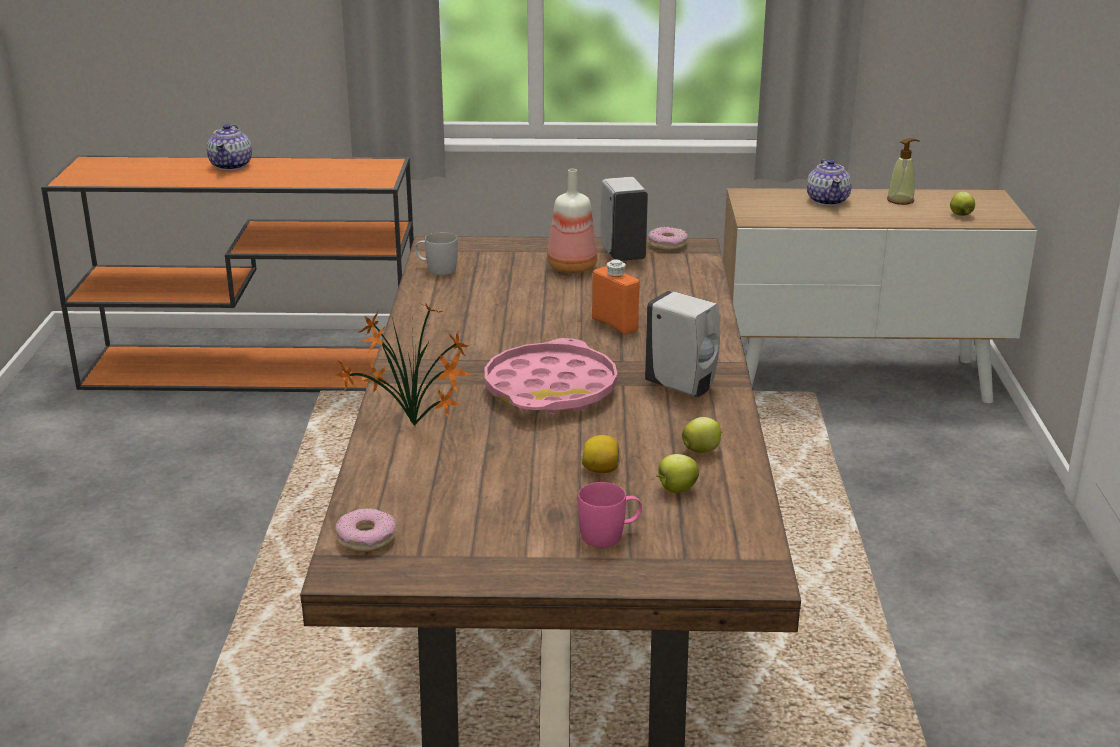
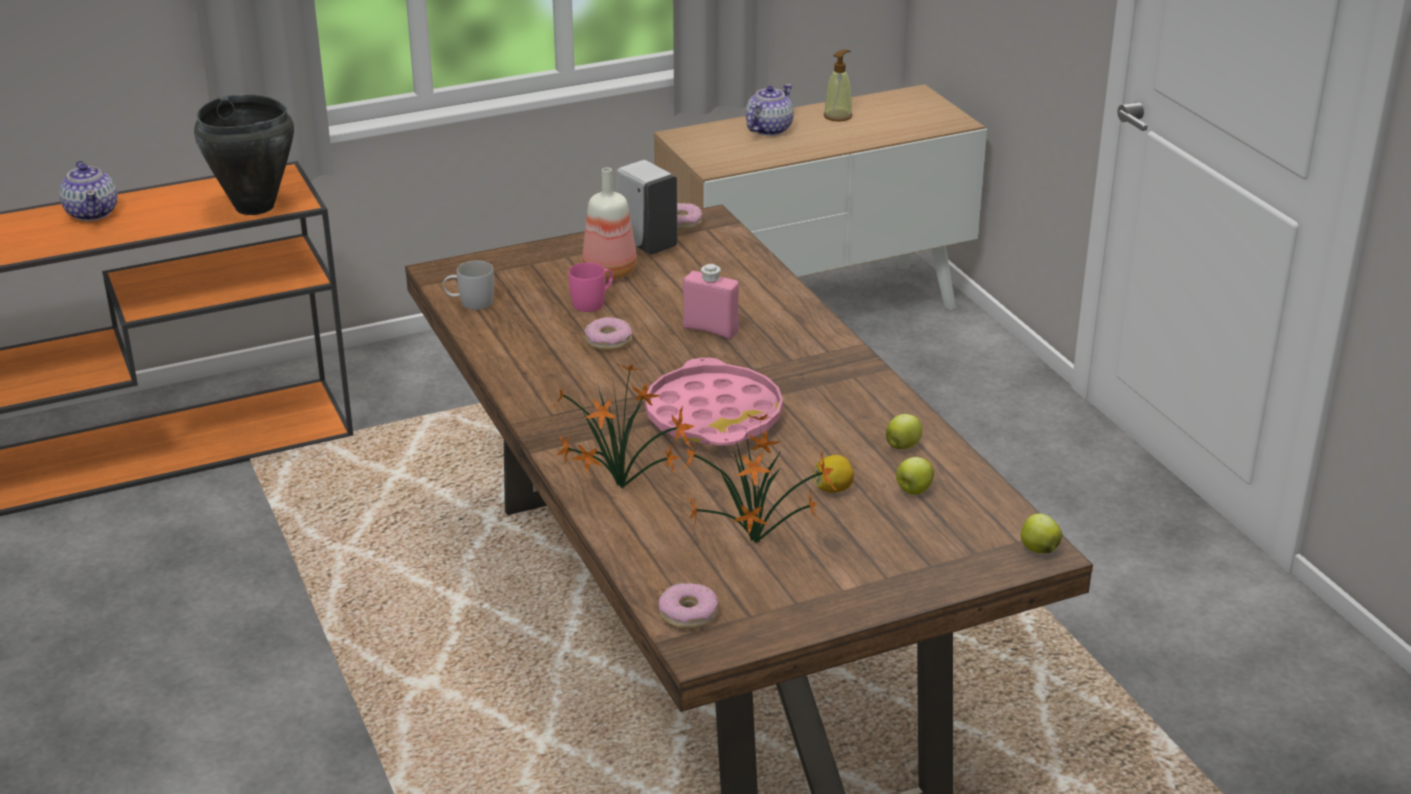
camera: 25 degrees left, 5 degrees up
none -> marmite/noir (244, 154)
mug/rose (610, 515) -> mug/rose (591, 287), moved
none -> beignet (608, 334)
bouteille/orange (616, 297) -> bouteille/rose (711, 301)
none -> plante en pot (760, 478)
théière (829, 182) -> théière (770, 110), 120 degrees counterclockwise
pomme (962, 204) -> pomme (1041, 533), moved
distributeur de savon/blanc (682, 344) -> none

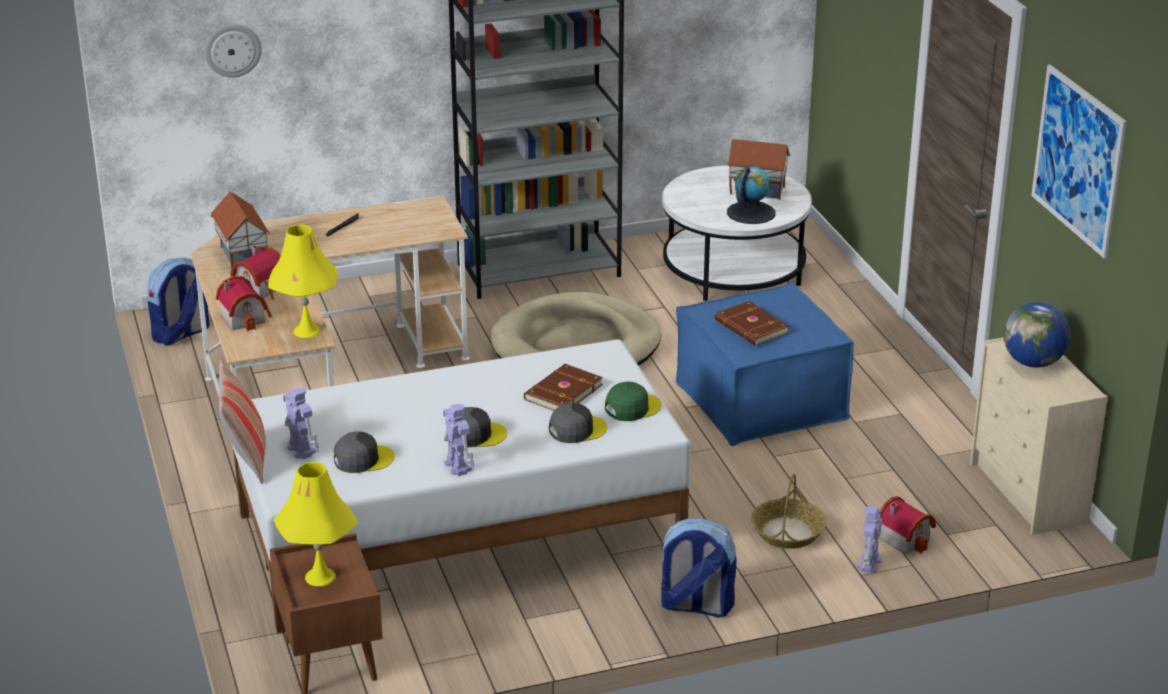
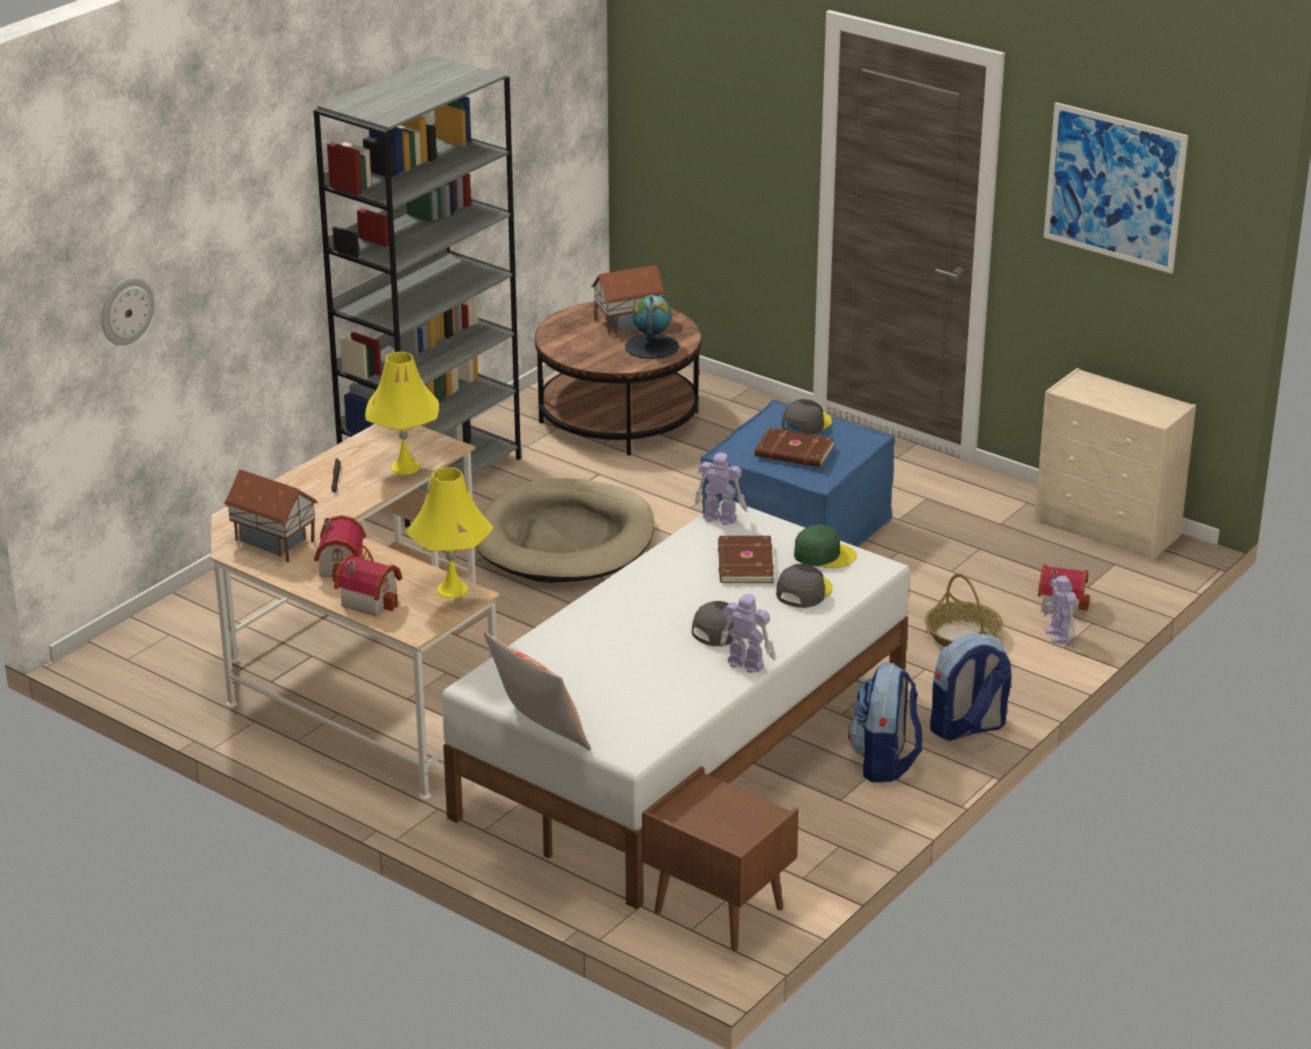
camera: 35 degrees left, 0 degrees up
lampe de table/jaune (316, 524) -> lampe de table/jaune (402, 413), moved
table basse/blanc (737, 233) -> table basse/marron (618, 378)
robot jouet (301, 423) -> robot jouet (721, 488), moved
casquette/gris (364, 452) -> casquette/gris (806, 417), moved
casquette/vert (633, 401) -> casquette/vert (825, 546), 75 degrees clockwise
sac à dos (178, 301) -> sac à dos (885, 722), moved
globe (1036, 335) -> none

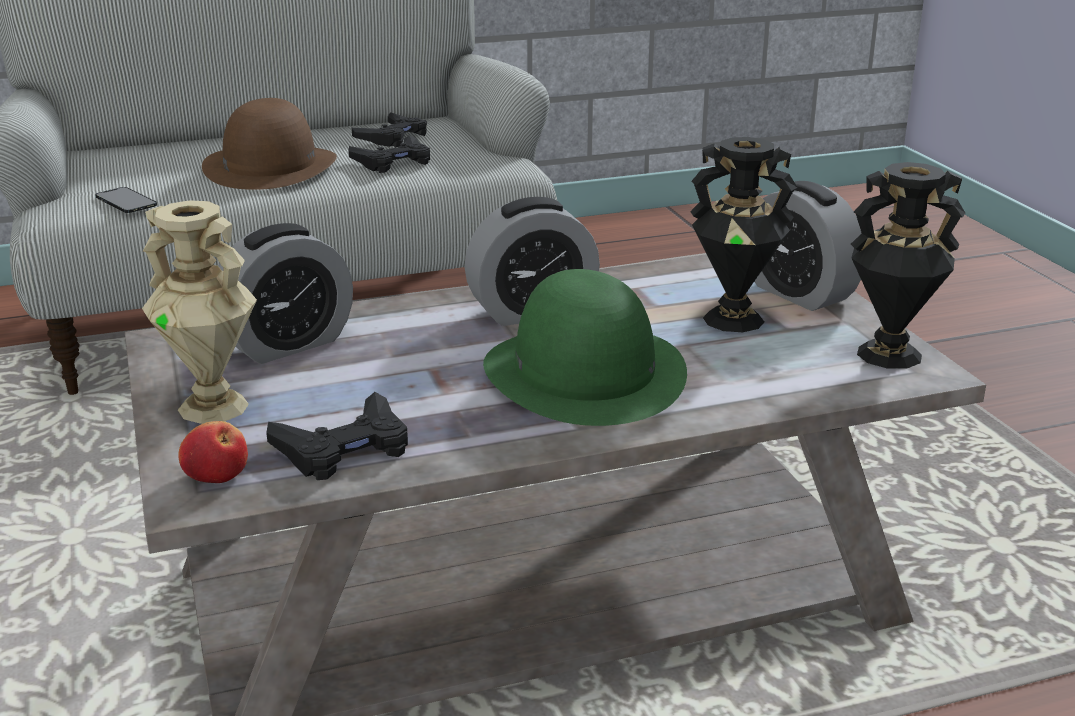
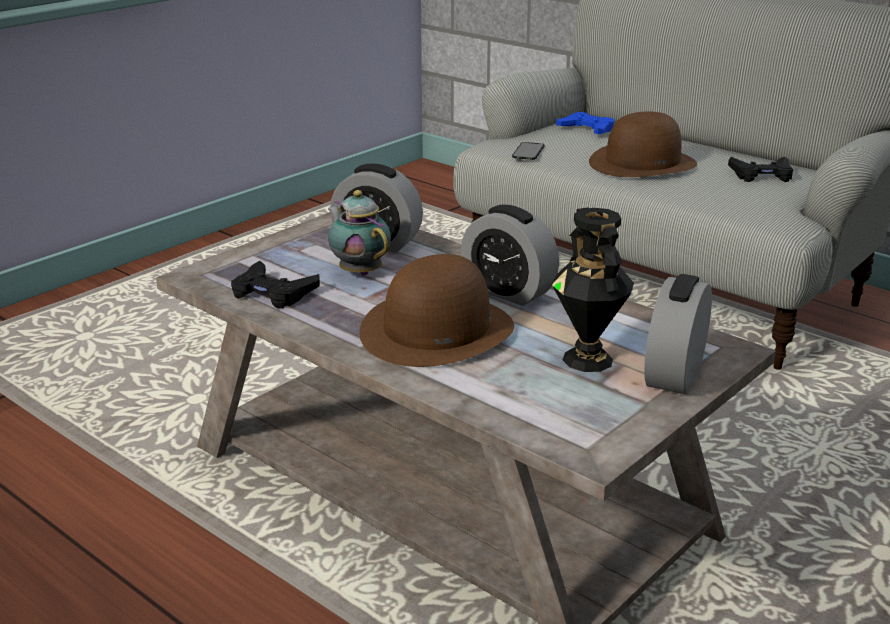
camera: 60 degrees right, 0 degrees up
none -> théière (359, 233)
chapeau/vert (585, 347) -> chapeau/marron (437, 310)
none -> manette/bleu (585, 123)
vase/beige (199, 312) -> none
pomme (213, 452) -> none
manette/noir (389, 154) -> none
vase/noir (908, 265) -> none

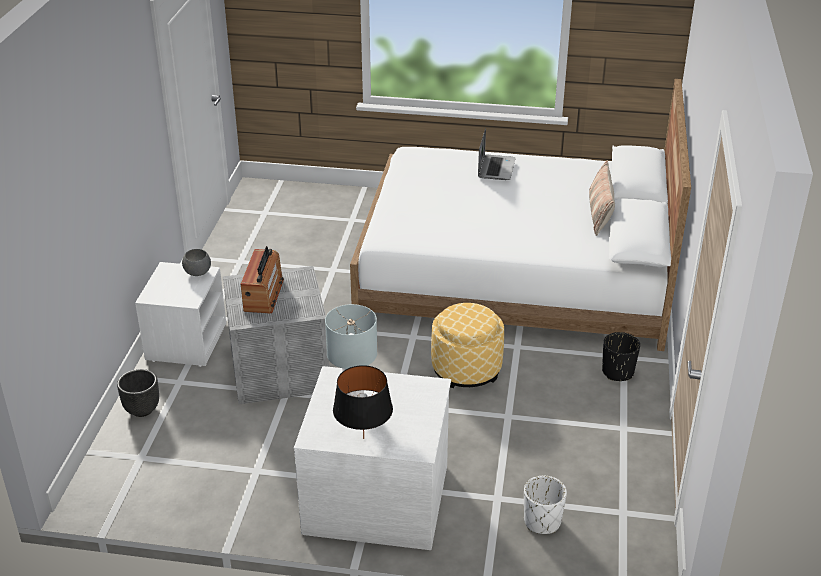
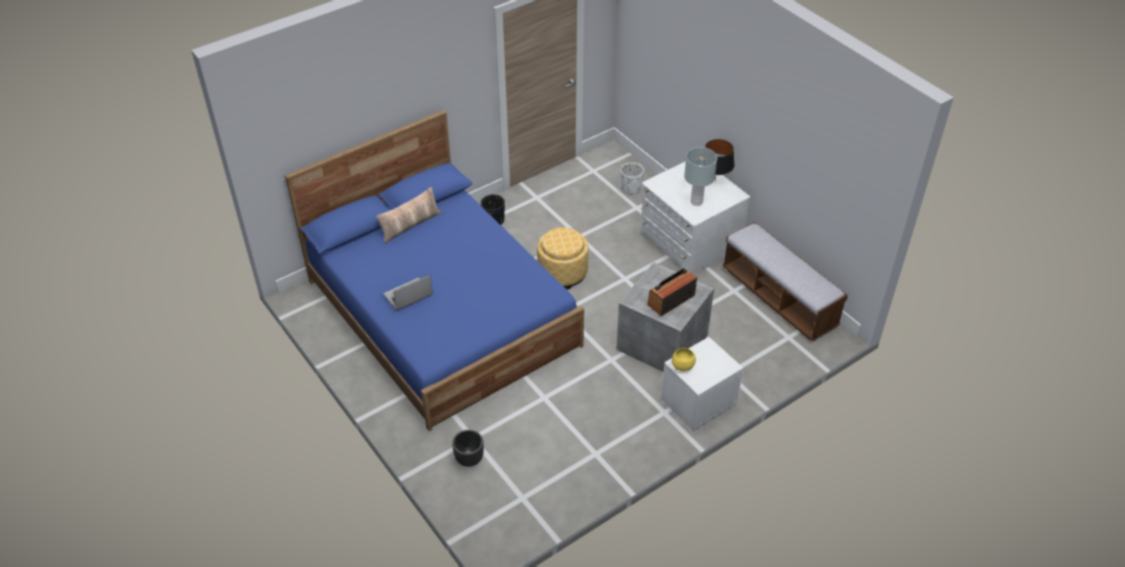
camera: 135 degrees left, 10 degrees up
lit/blanc (520, 215) -> lit/bleu (434, 270)
cache-pot/noir (138, 393) -> cache-pot/noir (468, 448), moved
bol/gris (196, 262) -> bol/jaune (684, 359)
none -> banc (785, 281)

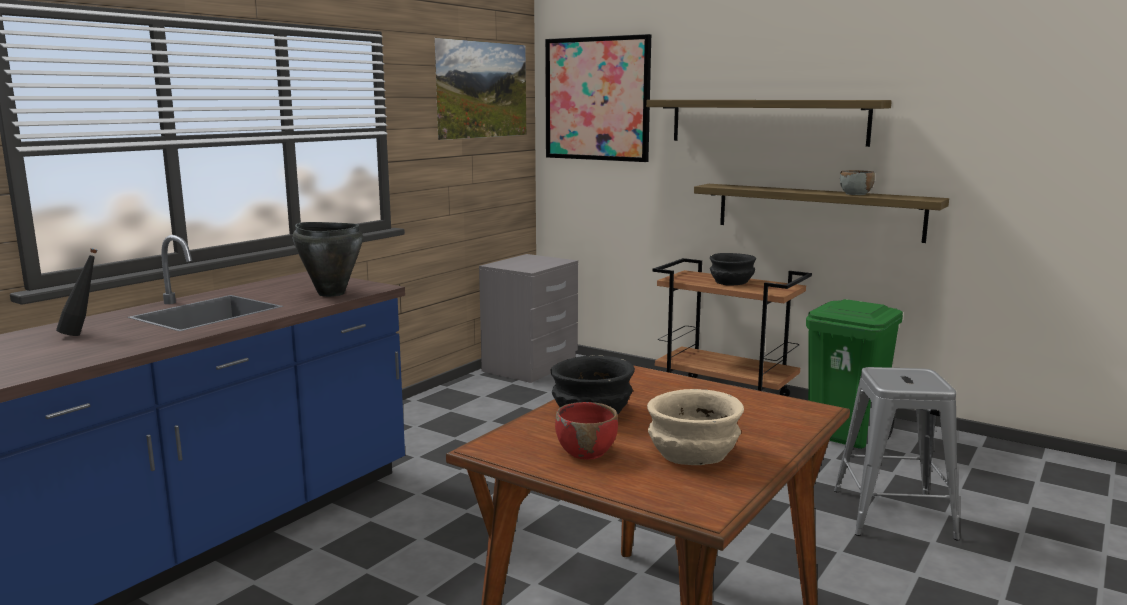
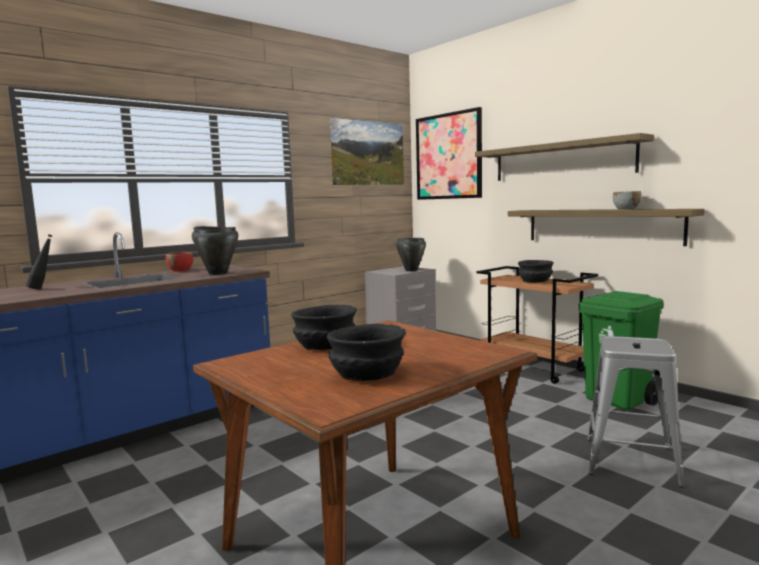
camera: 15 degrees right, 5 degrees down
bol/rouge (586, 430) -> bol/rouge (179, 262), moved
bol/beige (695, 427) -> bol/noir (366, 352)
none -> marmite/noir (411, 254)

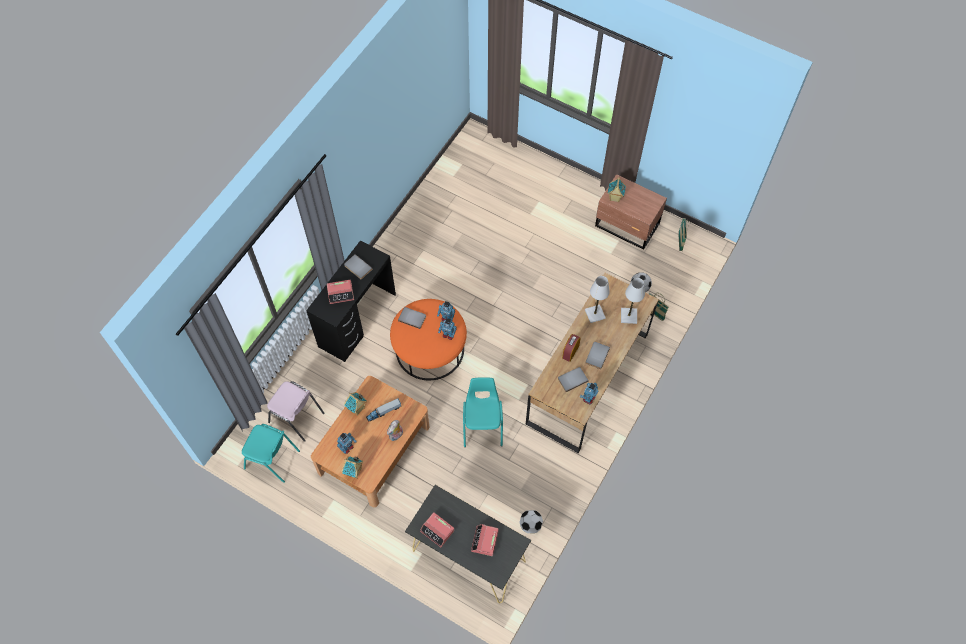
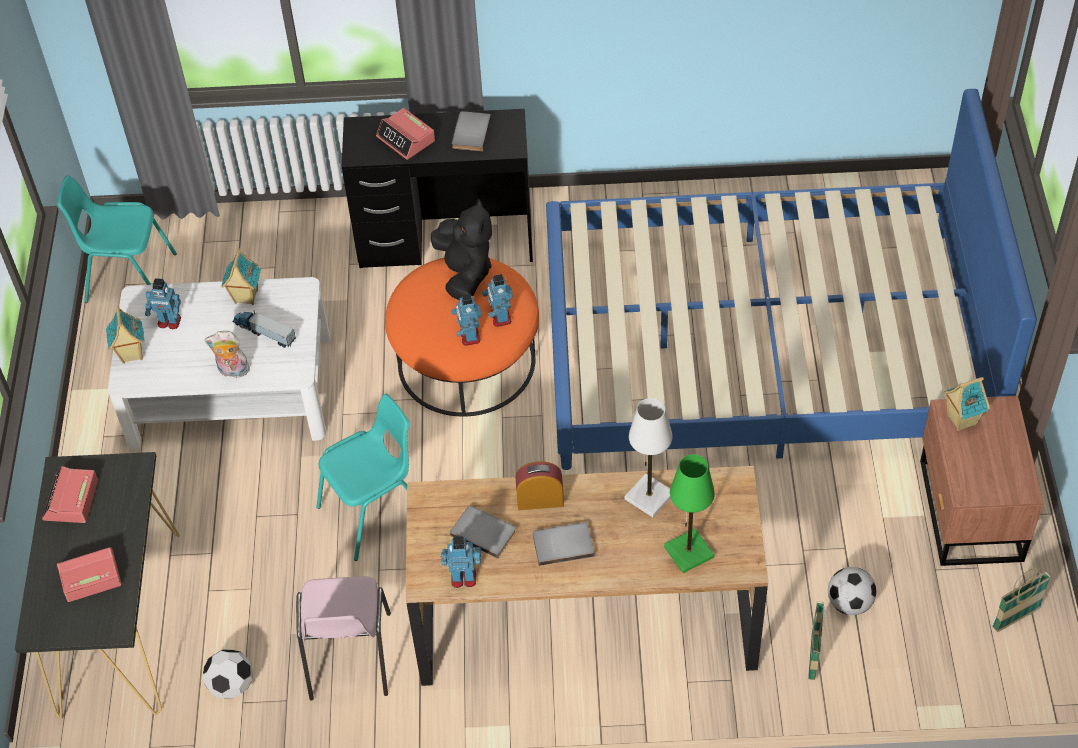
camera: 60 degrees right, 10 degrees down
chaise/turquoise (271, 453) -> chaise/turquoise (117, 239), 105 degrees clockwise
table basse/marron (370, 441) -> table basse/blanc (219, 363)
chaise/rose (296, 411) -> chaise/rose (343, 638), moved
livre/gris (412, 318) -> peluche/noir (461, 250)
none -> lit/bleu (791, 279)
lampe de table/blanc (633, 301) -> lampe de table/vert (689, 513)

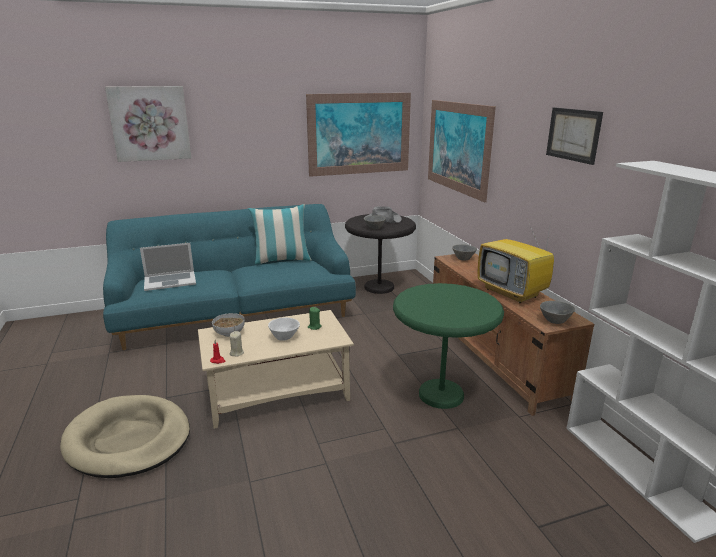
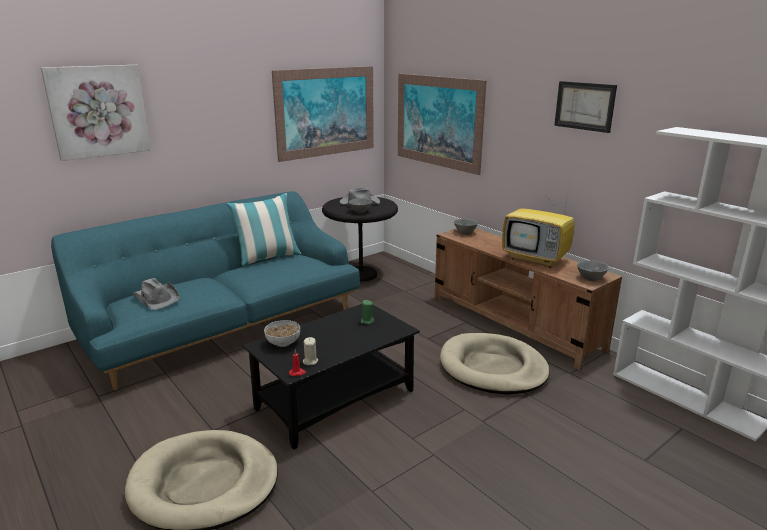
camera: 20 degrees left, 0 degrees up
ordinateur portable (168, 267) -> chapeau/gris (156, 294)
table basse/beige (276, 369) -> table basse/noir (331, 377)
table d'appoint/vert (448, 346) -> panier pour chien/beige (495, 363)
bol/blanc (284, 329) -> none

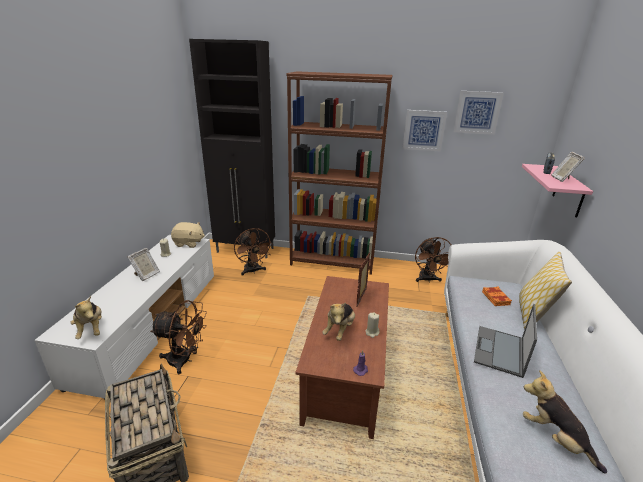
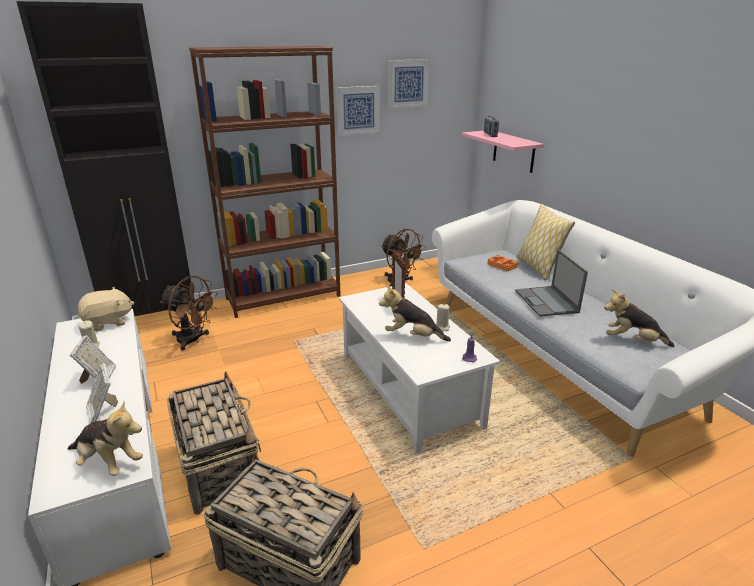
camera: 35 degrees left, 0 degrees up
cadre photo (568, 167) -> cadre photo (102, 393), moved
ventilateur/marron (178, 337) -> panier (214, 443)
table basse/marron (342, 357) -> table basse/blanc (419, 368)
peluche (338, 322) -> peluche (415, 313), 120 degrees clockwise

